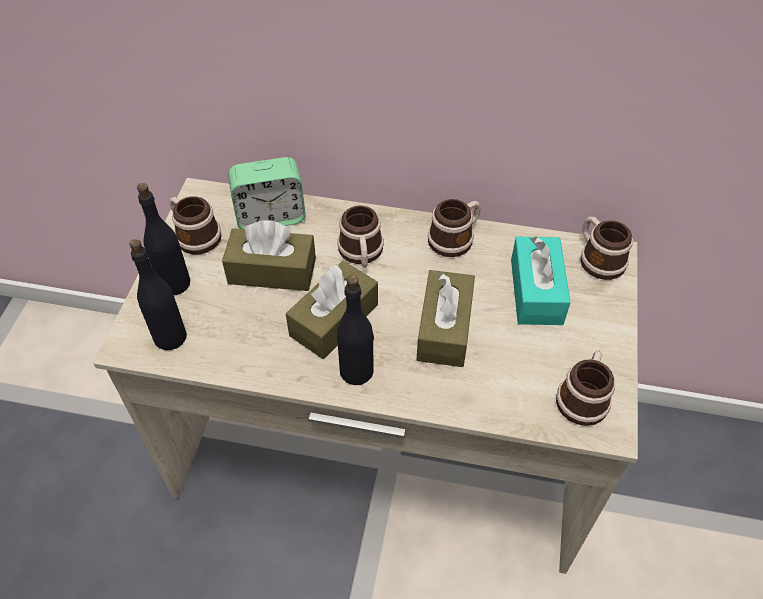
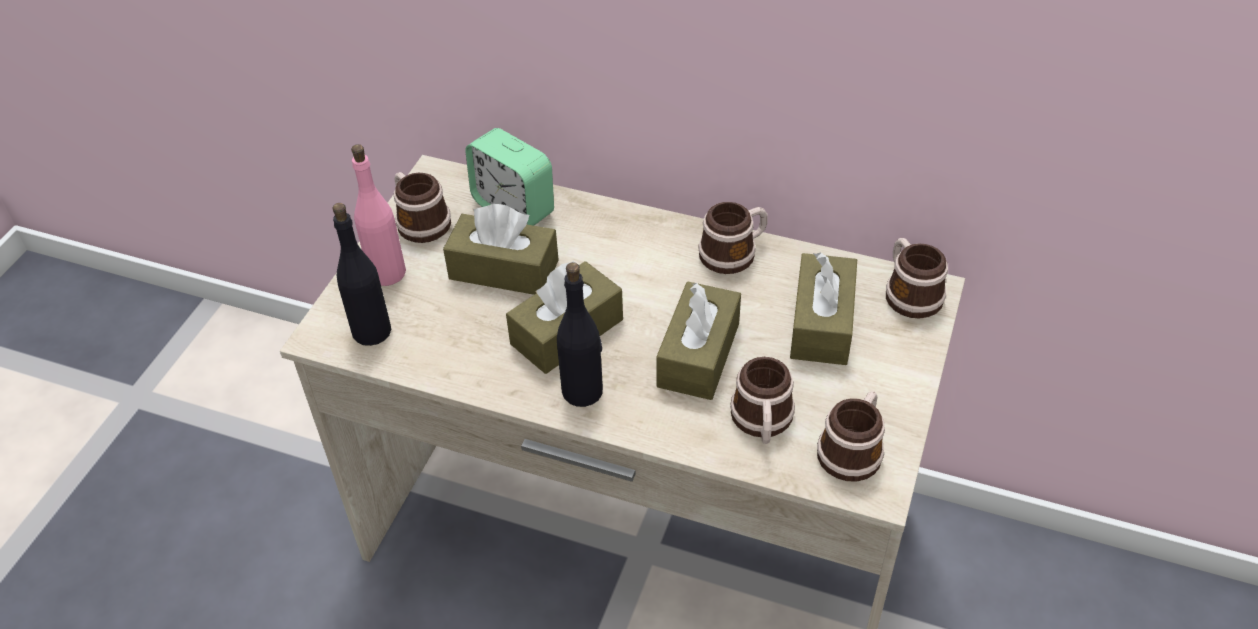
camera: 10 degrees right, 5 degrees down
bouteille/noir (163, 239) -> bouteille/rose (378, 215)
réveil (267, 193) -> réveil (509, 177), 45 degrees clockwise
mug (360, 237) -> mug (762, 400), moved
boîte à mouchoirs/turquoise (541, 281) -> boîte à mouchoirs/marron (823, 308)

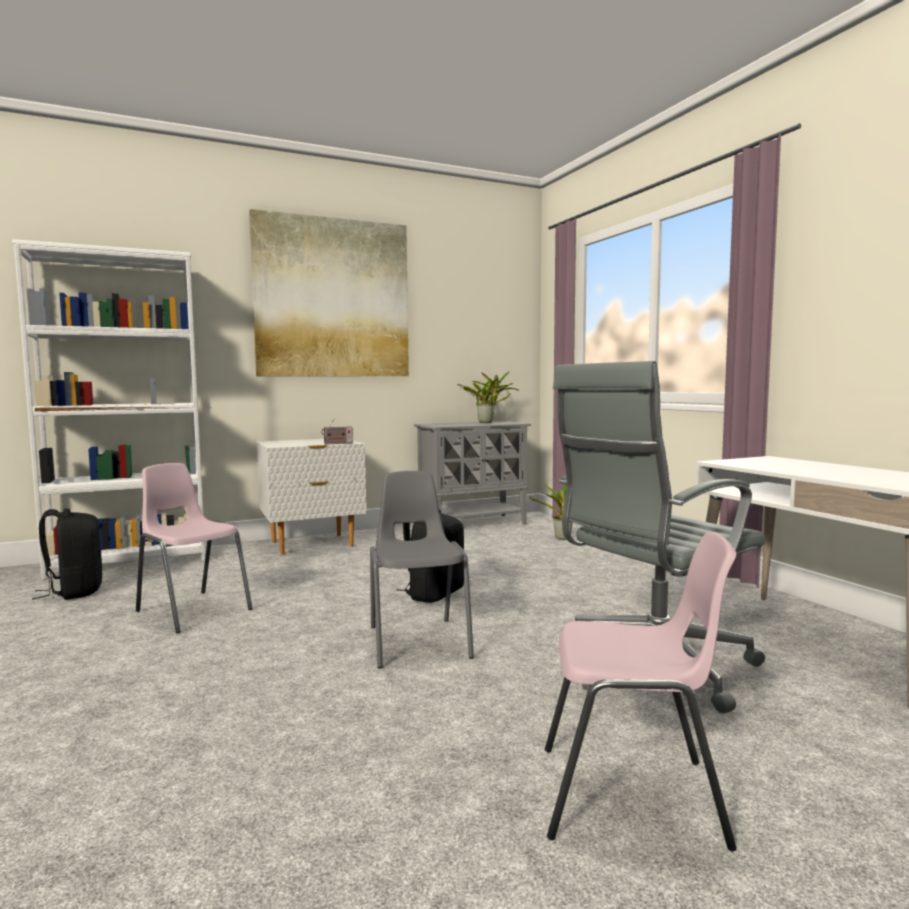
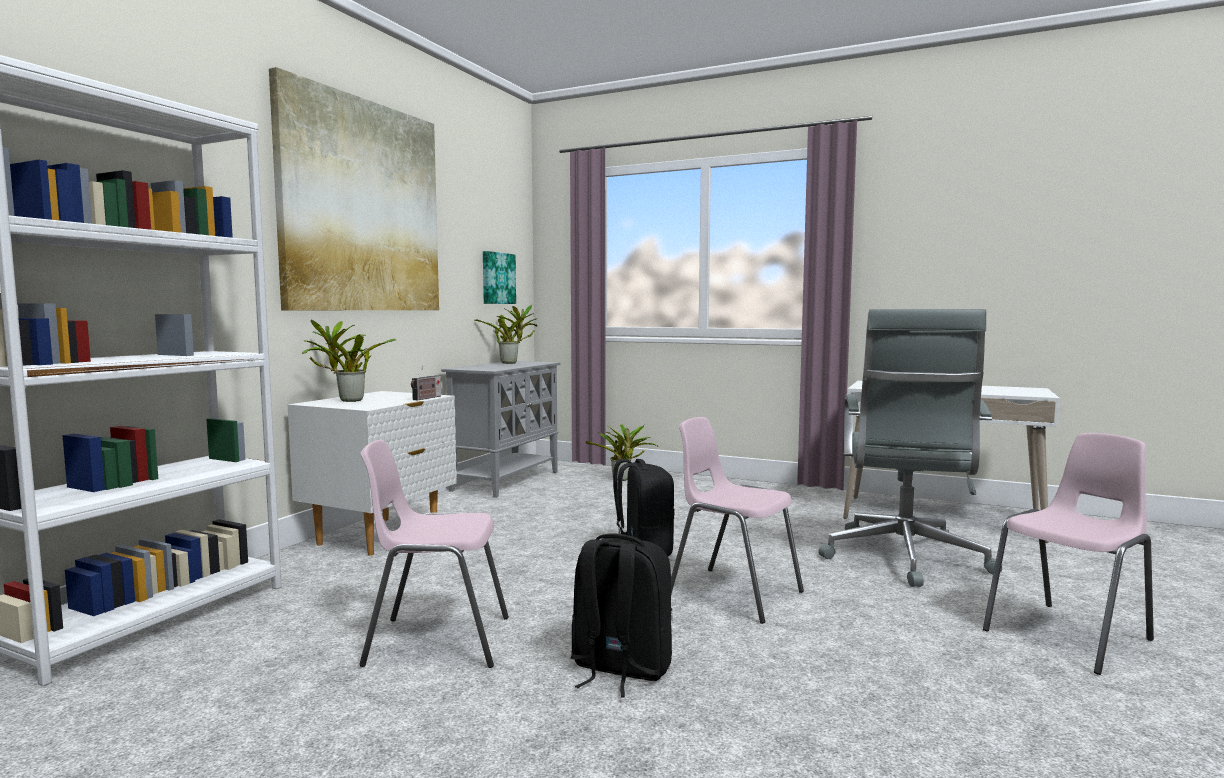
camera: 40 degrees left, 0 degrees up
none -> plante en pot (349, 361)
none -> tableau (499, 277)
sac à dos/noir (67, 554) -> sac à dos/noir (621, 616), moved
chaise/gris (422, 569) -> chaise/rose (737, 520)

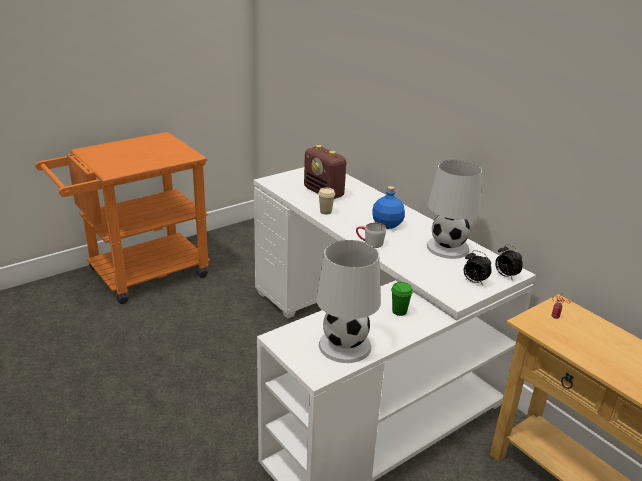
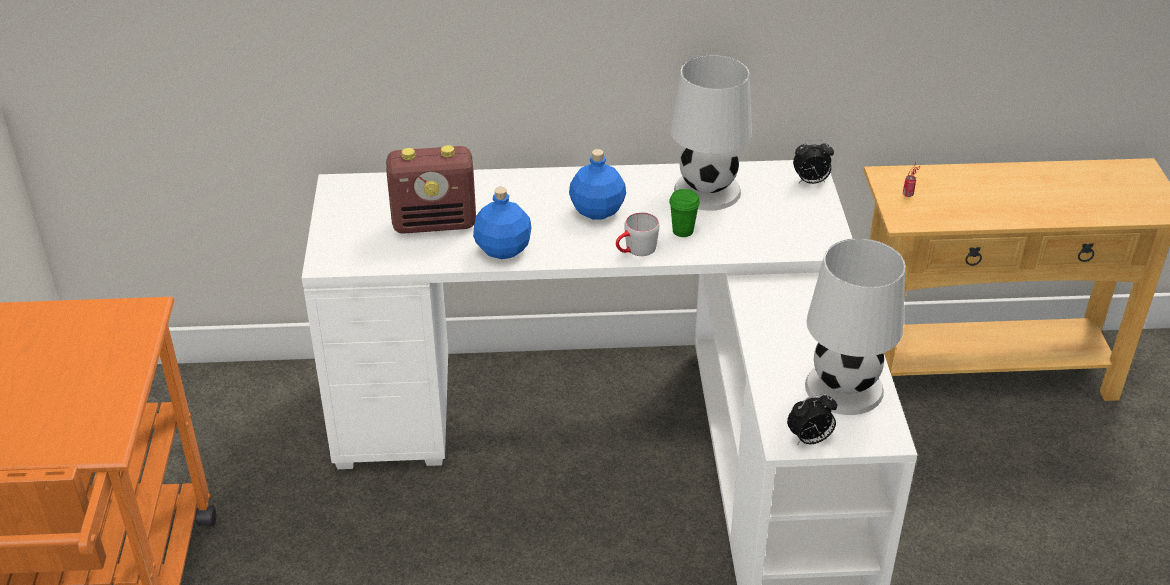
camera: 55 degrees left, 10 degrees up
tasse/beige (326, 201) -> bouteille/bleu (502, 223)
tasse/vert (402, 299) -> tasse/vert (684, 213), moved
réveil (477, 268) -> réveil (812, 419), moved

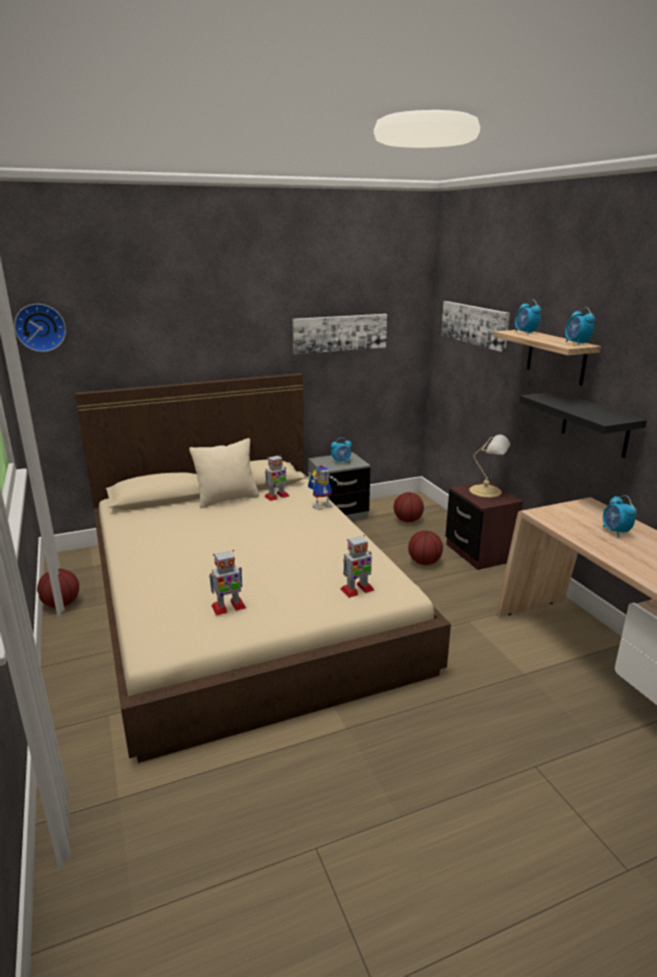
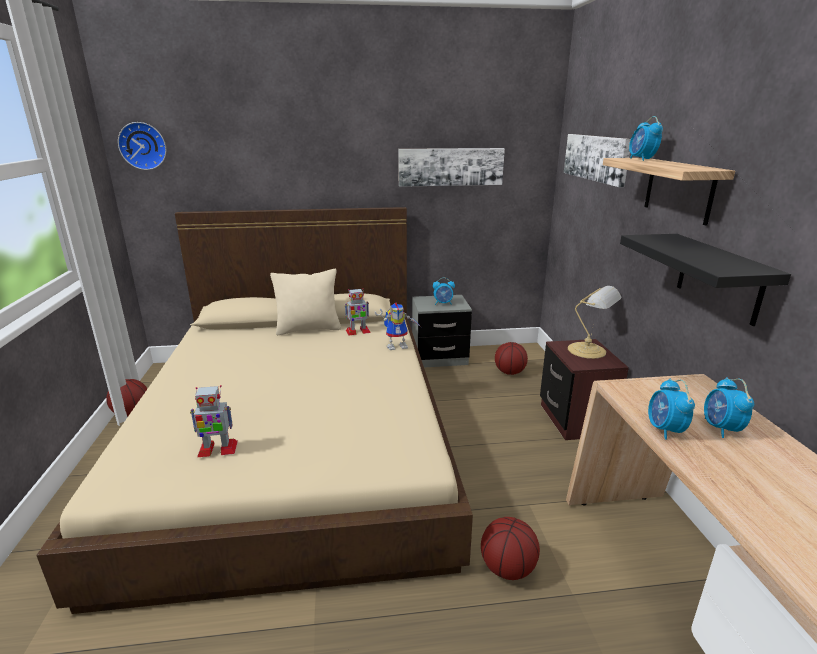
camera: 15 degrees right, 0 degrees up
ballon de basket (425, 547) -> ballon de basket (510, 548), moved
réveil (580, 326) -> réveil (671, 409), moved
robot jouet (357, 566) -> none

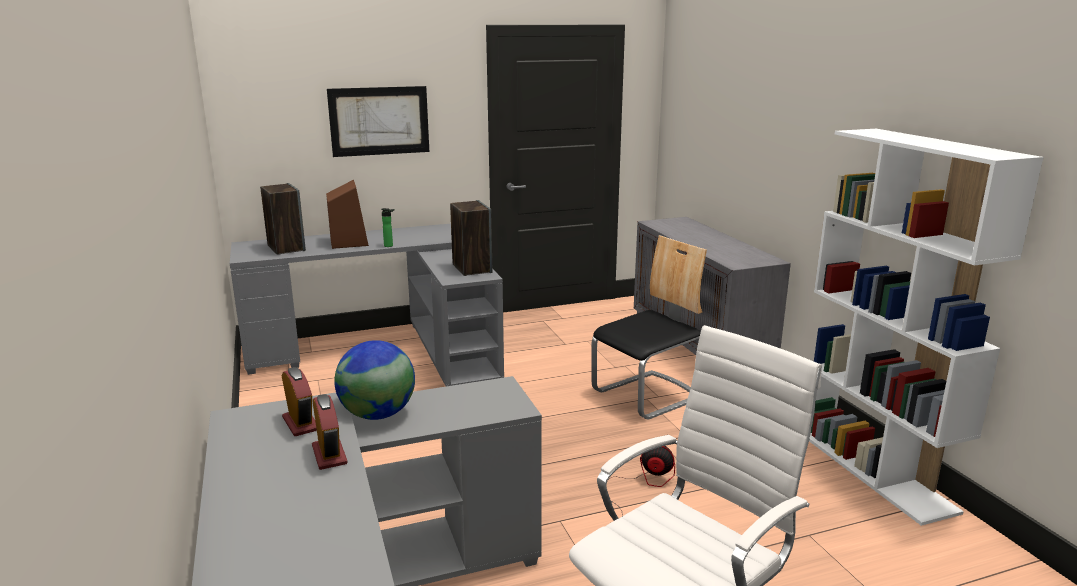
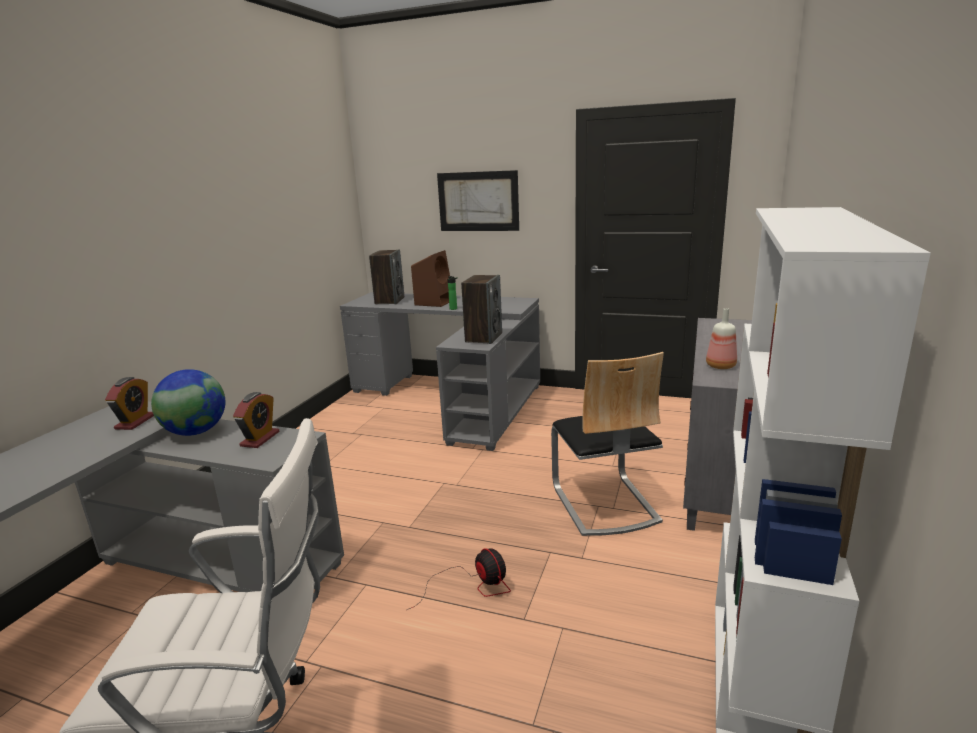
camera: 40 degrees right, 0 degrees up
réveil (330, 432) -> réveil (256, 420), moved
chaise (649, 327) -> chaise (607, 444), 75 degrees clockwise
none -> bouteille (721, 338)

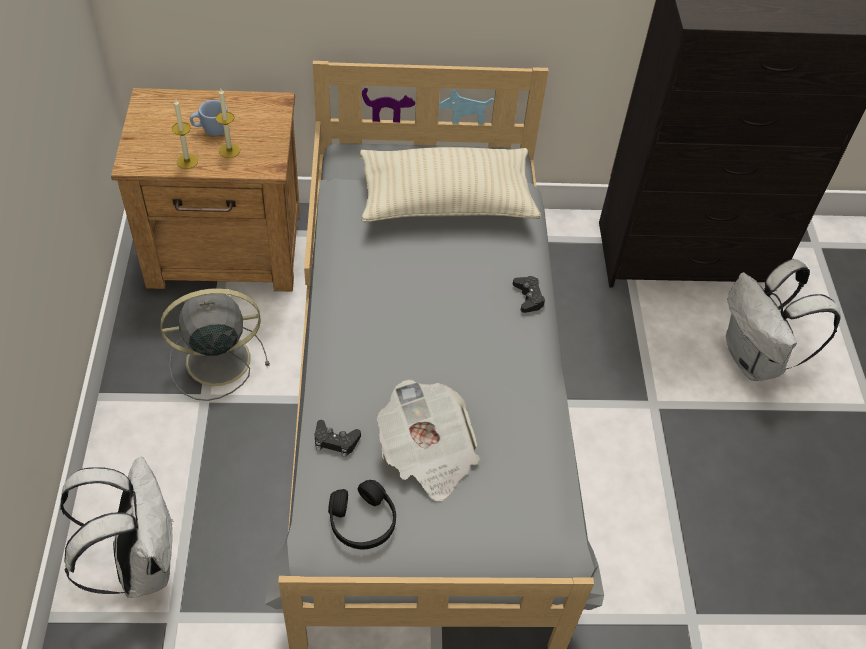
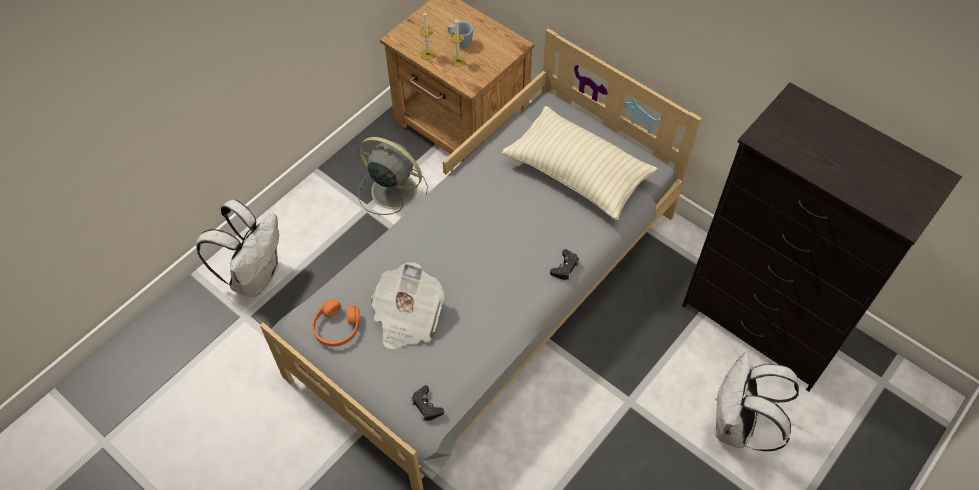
camera: 45 degrees right, 5 degrees up
casque audio/noir (362, 514) -> casque audio/orange (336, 323)
manette/noir (338, 438) -> manette/noir (427, 403), moved

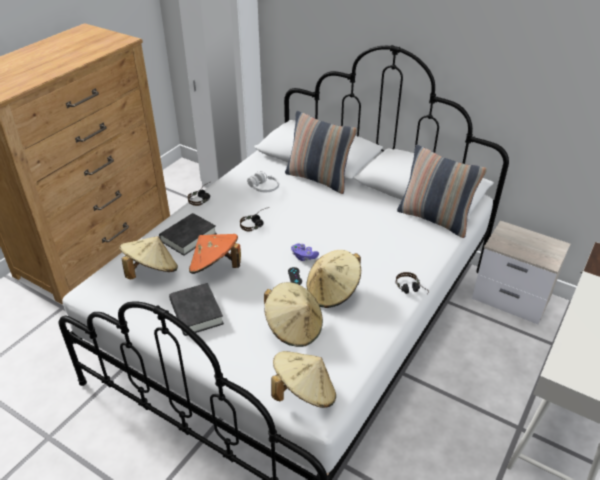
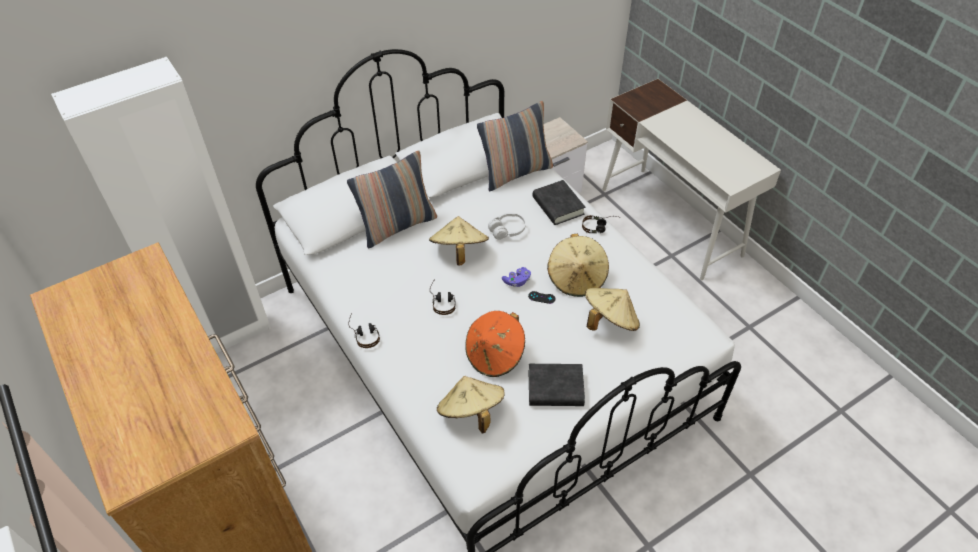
camera: 65 degrees left, 10 degrees up
chapeau/beige (303, 379) -> chapeau/beige (459, 241), moved
casque audio/blanc (263, 181) -> casque audio/blanc (507, 226), moved
livre/noir (188, 234) -> livre/noir (559, 202), moved

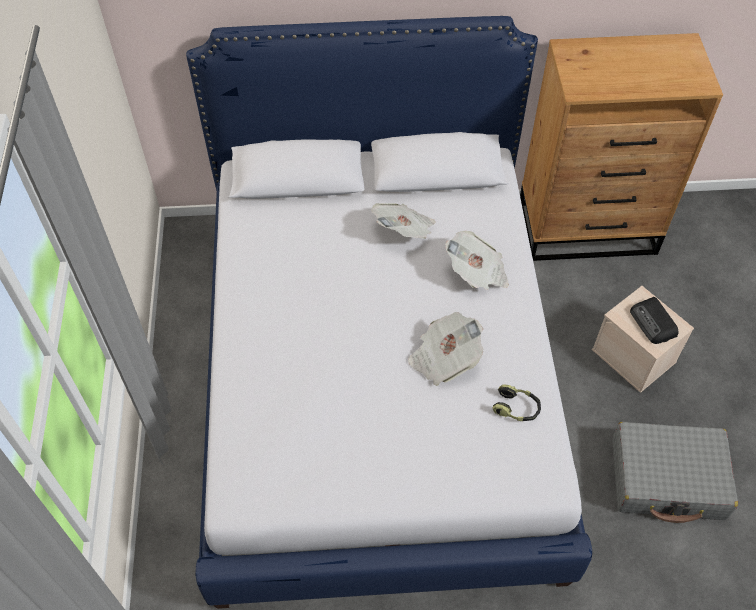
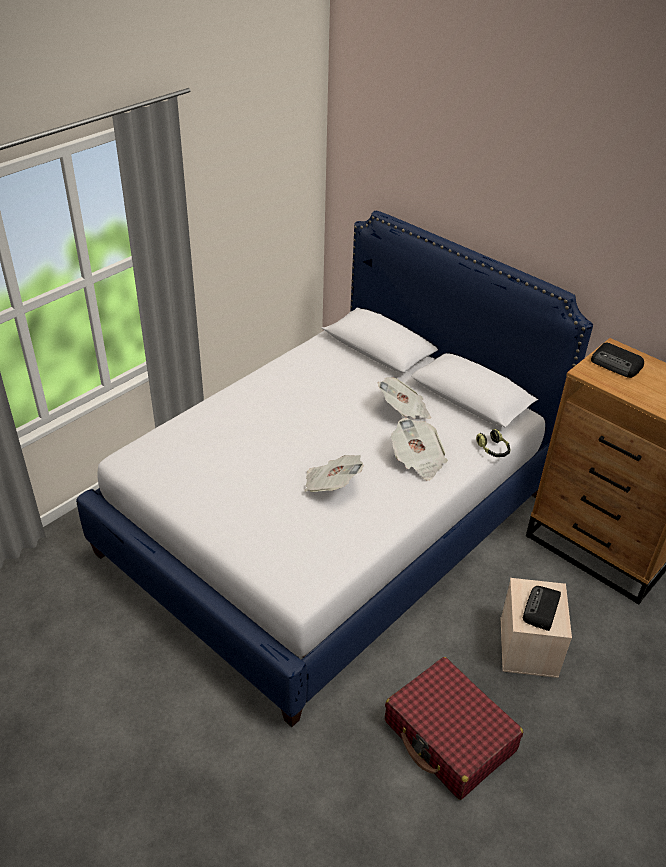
camera: 45 degrees right, 15 degrees down
valise/gris (675, 472) -> valise/rouge (454, 728)
casque audio (516, 402) -> casque audio (493, 443), moved
none -> radio (617, 360)

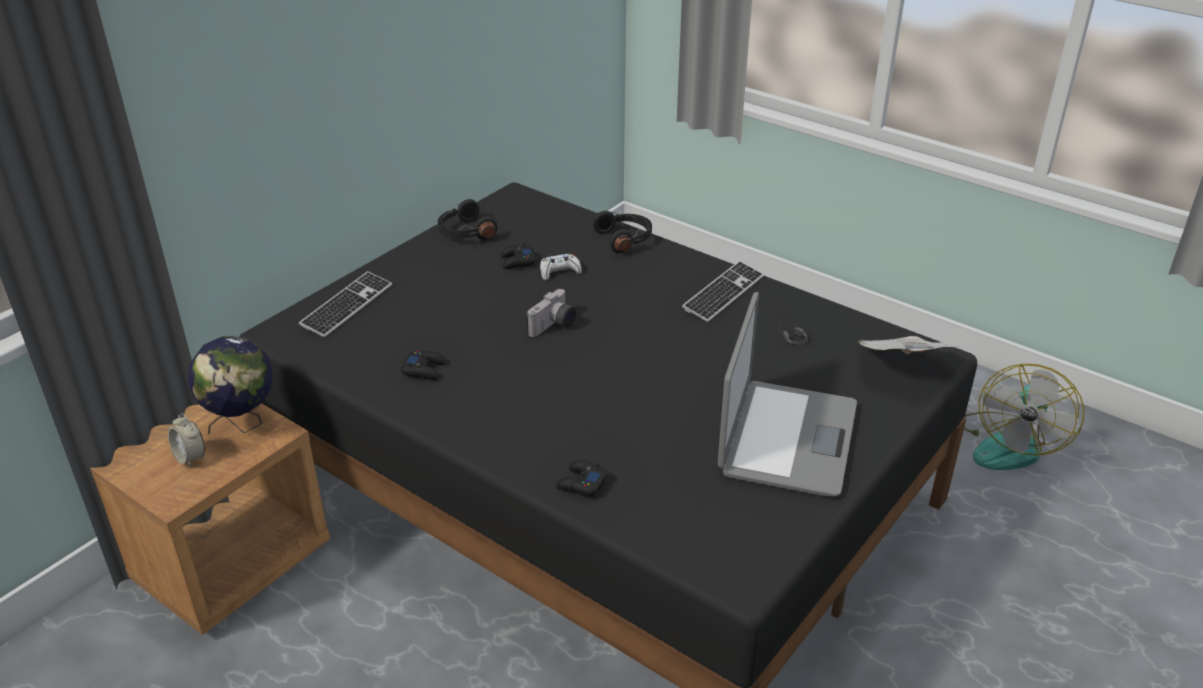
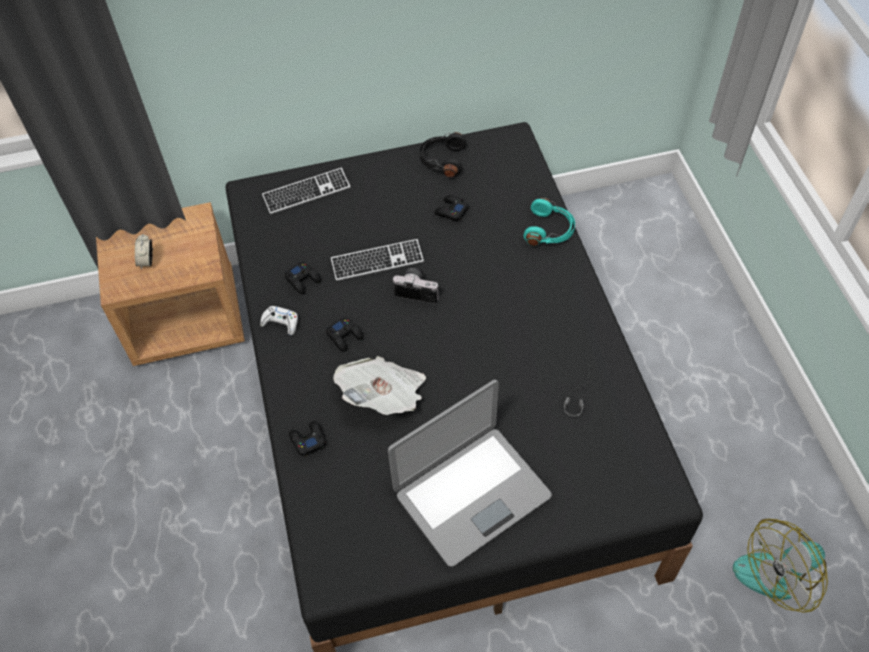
camera: 40 degrees right, 20 degrees up
manette/blanc (561, 267) -> manette/blanc (279, 320), moved
none -> manette/noir (345, 334)
clavier (723, 291) -> clavier (377, 260), moved
journal (909, 345) -> journal (379, 385), moved
appareil photo (550, 313) -> appareil photo (416, 285), 150 degrees counterclockwise
casque audio/noir (622, 232) -> casque audio/turquoise (549, 221)
globe (230, 385) -> none

